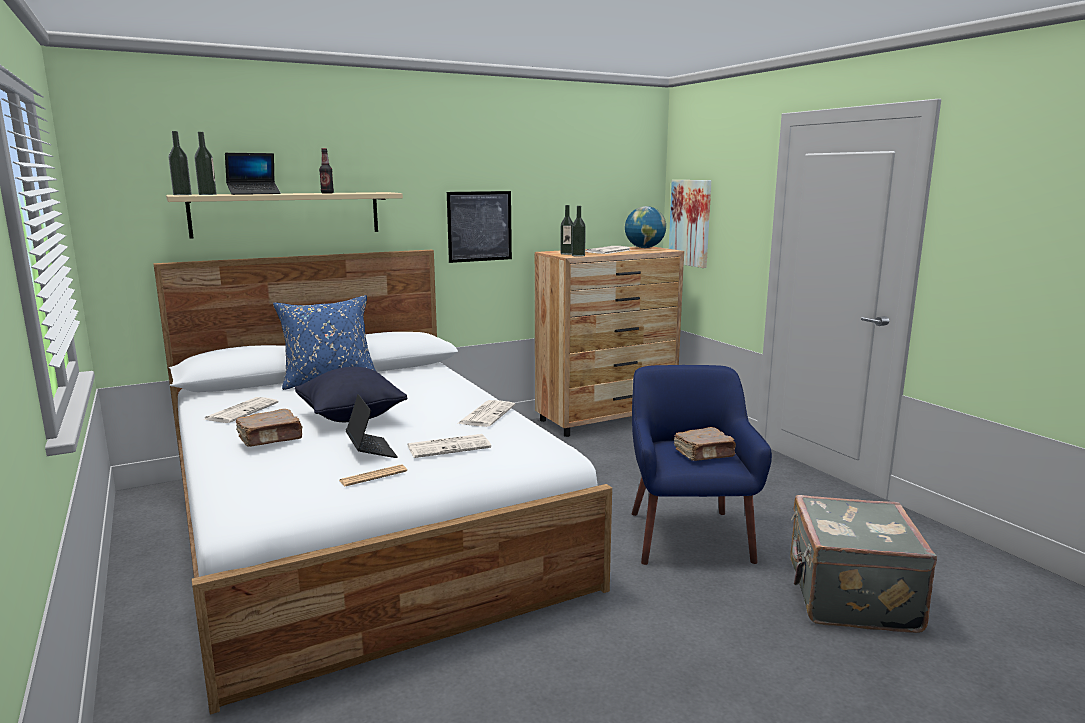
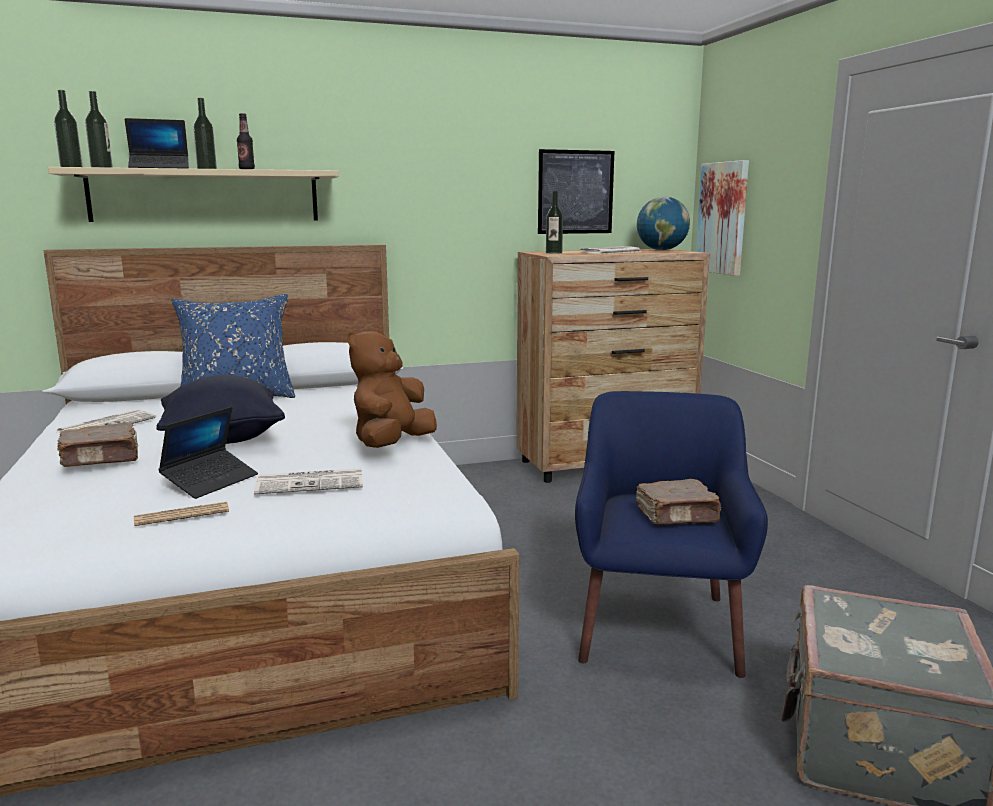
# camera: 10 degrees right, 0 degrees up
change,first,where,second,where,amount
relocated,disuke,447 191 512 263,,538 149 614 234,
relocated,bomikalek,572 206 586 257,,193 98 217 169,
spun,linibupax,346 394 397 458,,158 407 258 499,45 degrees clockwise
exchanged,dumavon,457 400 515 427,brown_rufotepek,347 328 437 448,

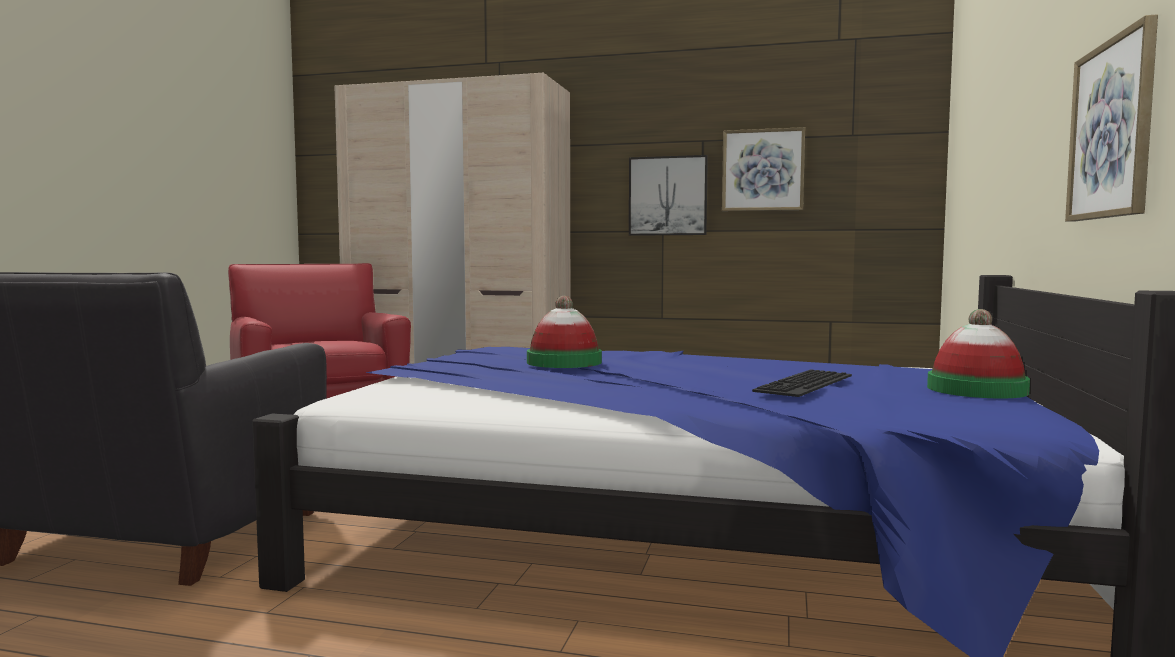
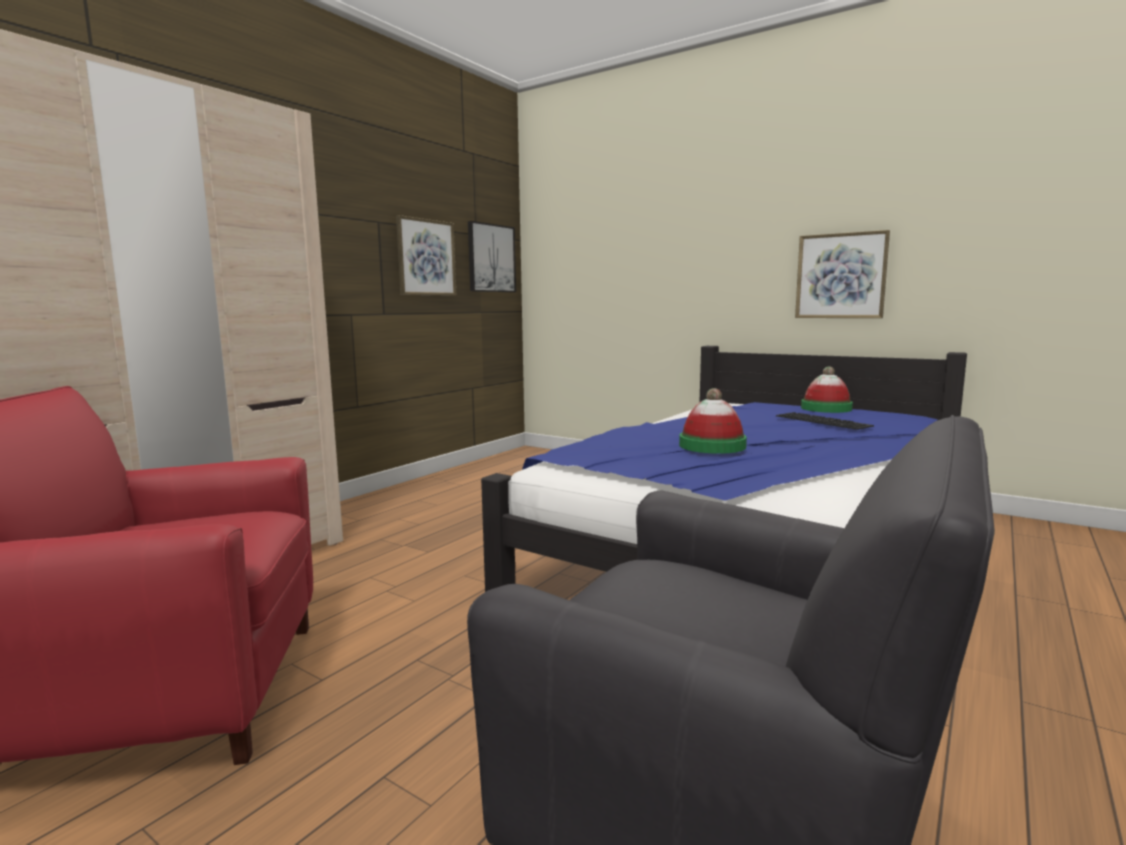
# camera: 70 degrees left, 5 degrees up
change,first,where,second,where,amount
relocated,disuke,629 155 708 236,,468 221 516 292,

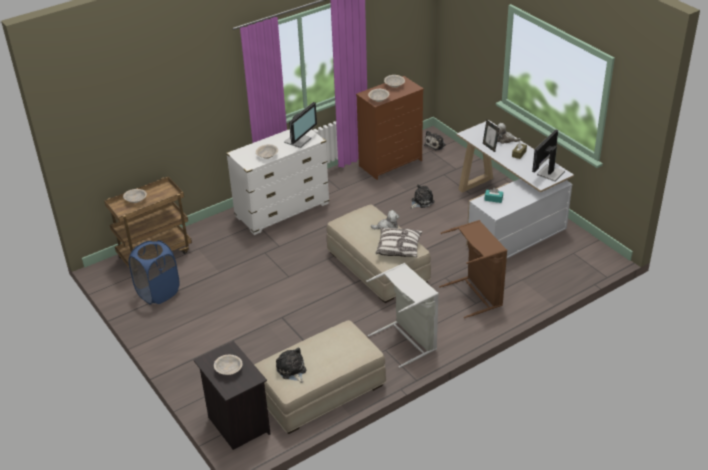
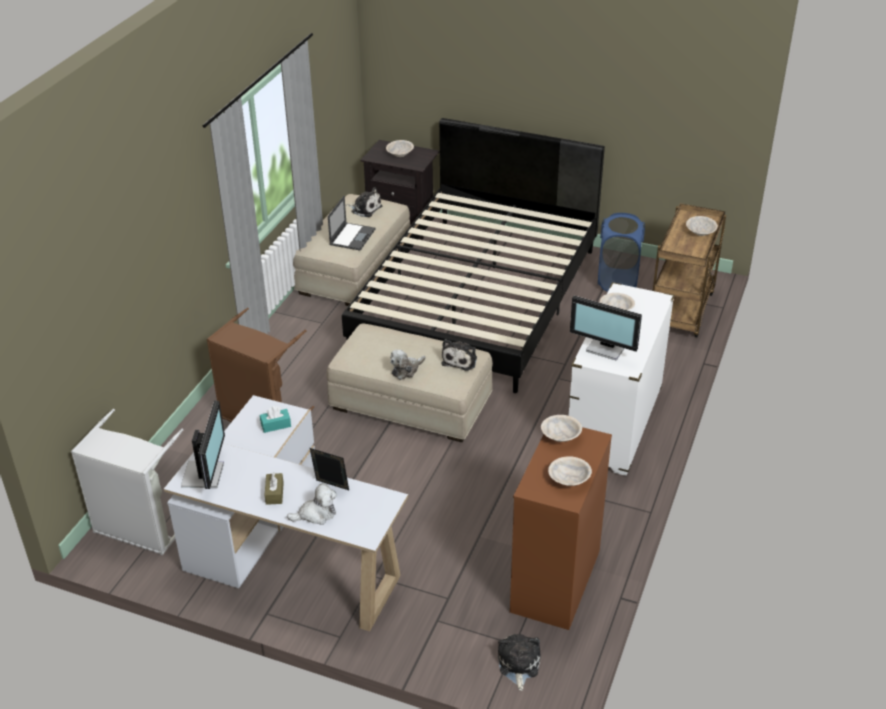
# camera: 145 degrees right, 0 degrees up
change,first,where,second,where,amount
spun,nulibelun,284 102 317 148,,570 296 642 361,60 degrees counterclockwise
relocated,rufotepek,411 184 435 209,,441 339 477 371,
missing,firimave,376 227 423 257,,,
relocated,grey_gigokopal,366 263 439 368,,71 409 183 555,
appeared,,,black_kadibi,342 118 605 393,
appeared,,,linibupax,328 195 375 251,

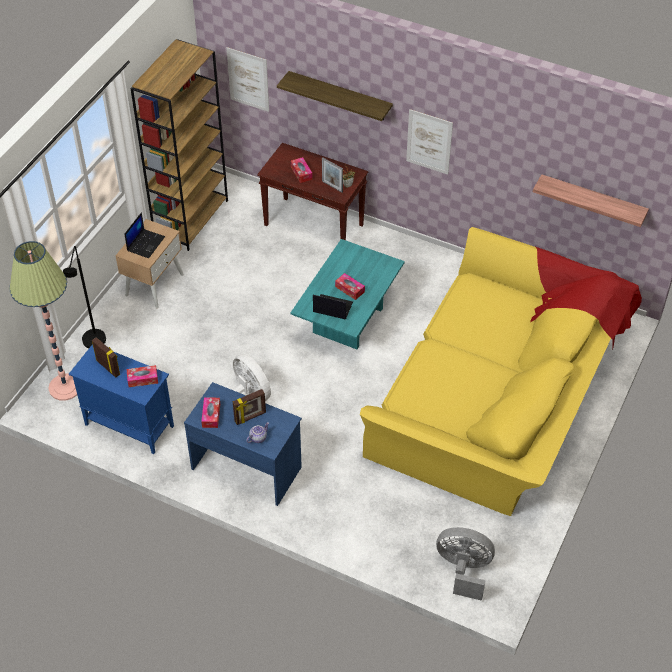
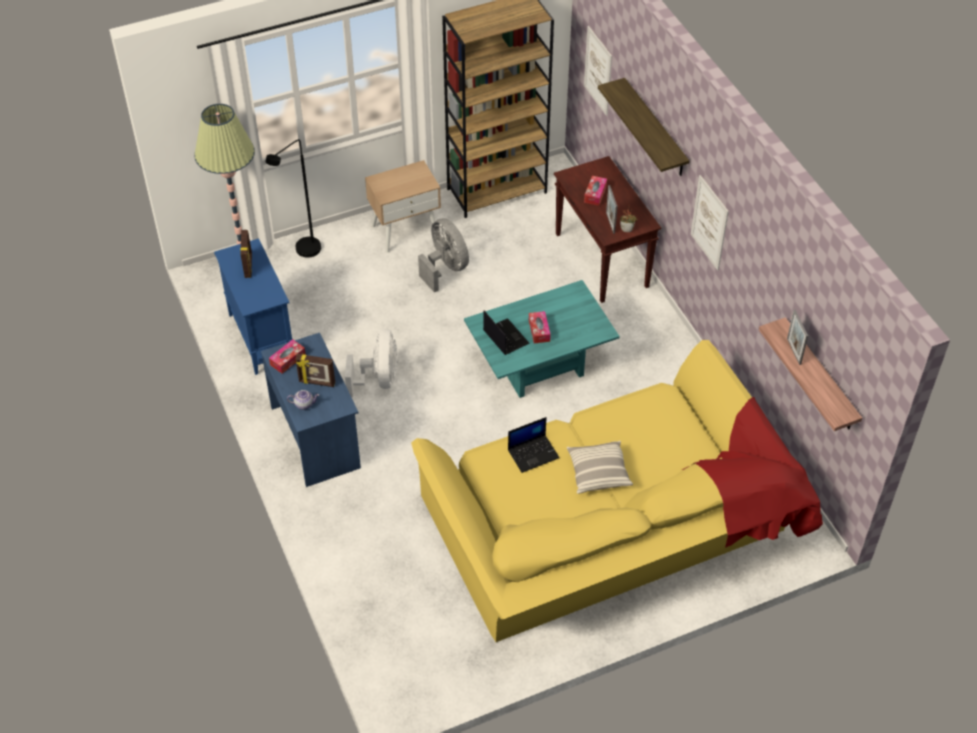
# camera: 40 degrees right, 0 degrees up
change,first,where,second,where,amount
relocated,linibupax,124 212 165 258,,508 417 559 473,
missing,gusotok,127 365 158 387,,,
relocated,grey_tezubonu,436 527 495 601,,418 218 469 292,
appeared,,,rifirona,787 310 808 365,
appeared,,,firimave,567 441 633 494,

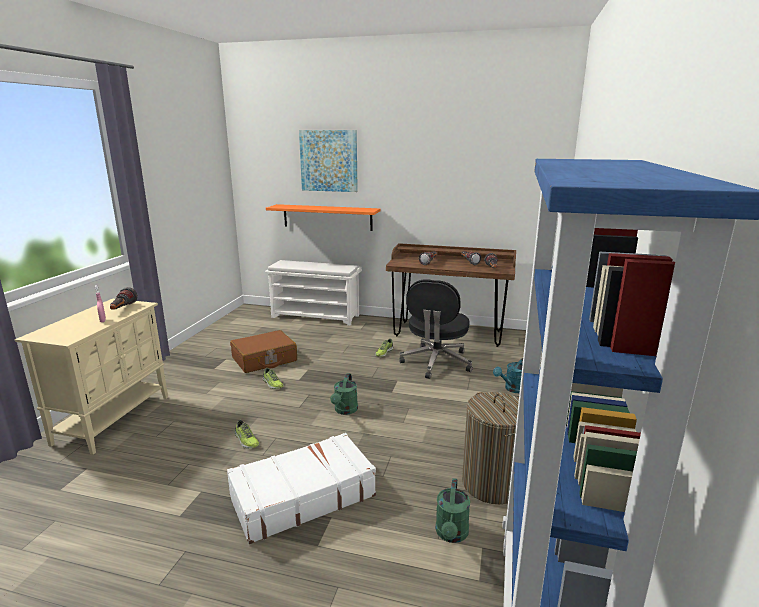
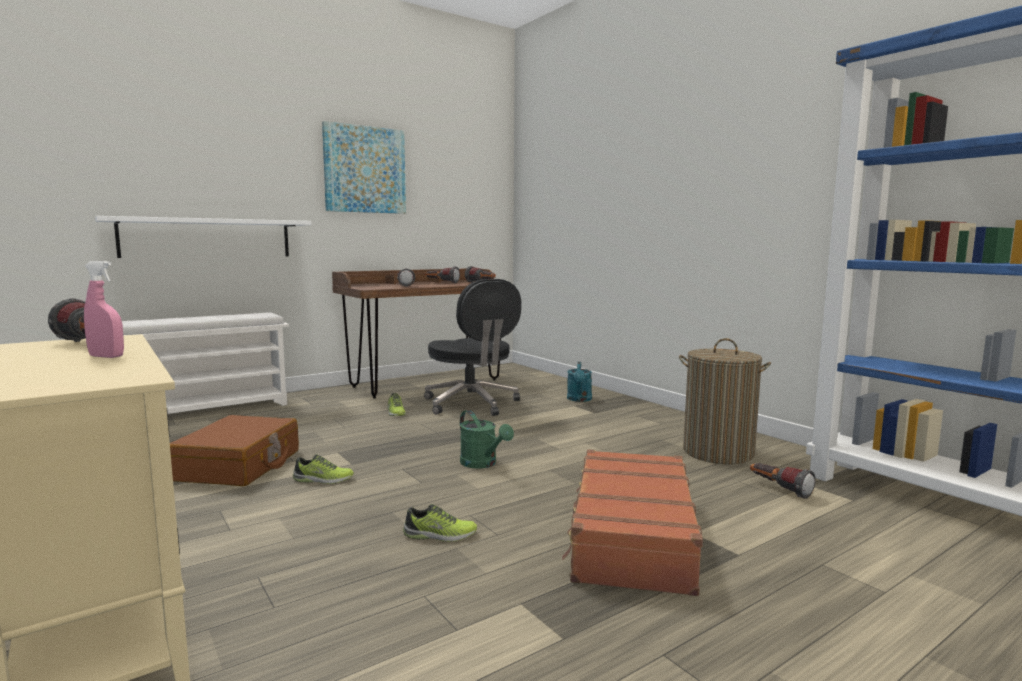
# camera: 50 degrees left, 10 degrees down
change,first,where,second,where,amount
relocated,disuke,299 130 358 192,,322 121 406 214,
colour,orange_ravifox,266 204 381 231,white_ravifox,95 216 311 258,
colour,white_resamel,227 433 376 544,brown_resamel,562 450 703 596,
exchanged,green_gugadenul,435 478 470 543,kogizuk,750 463 816 499,

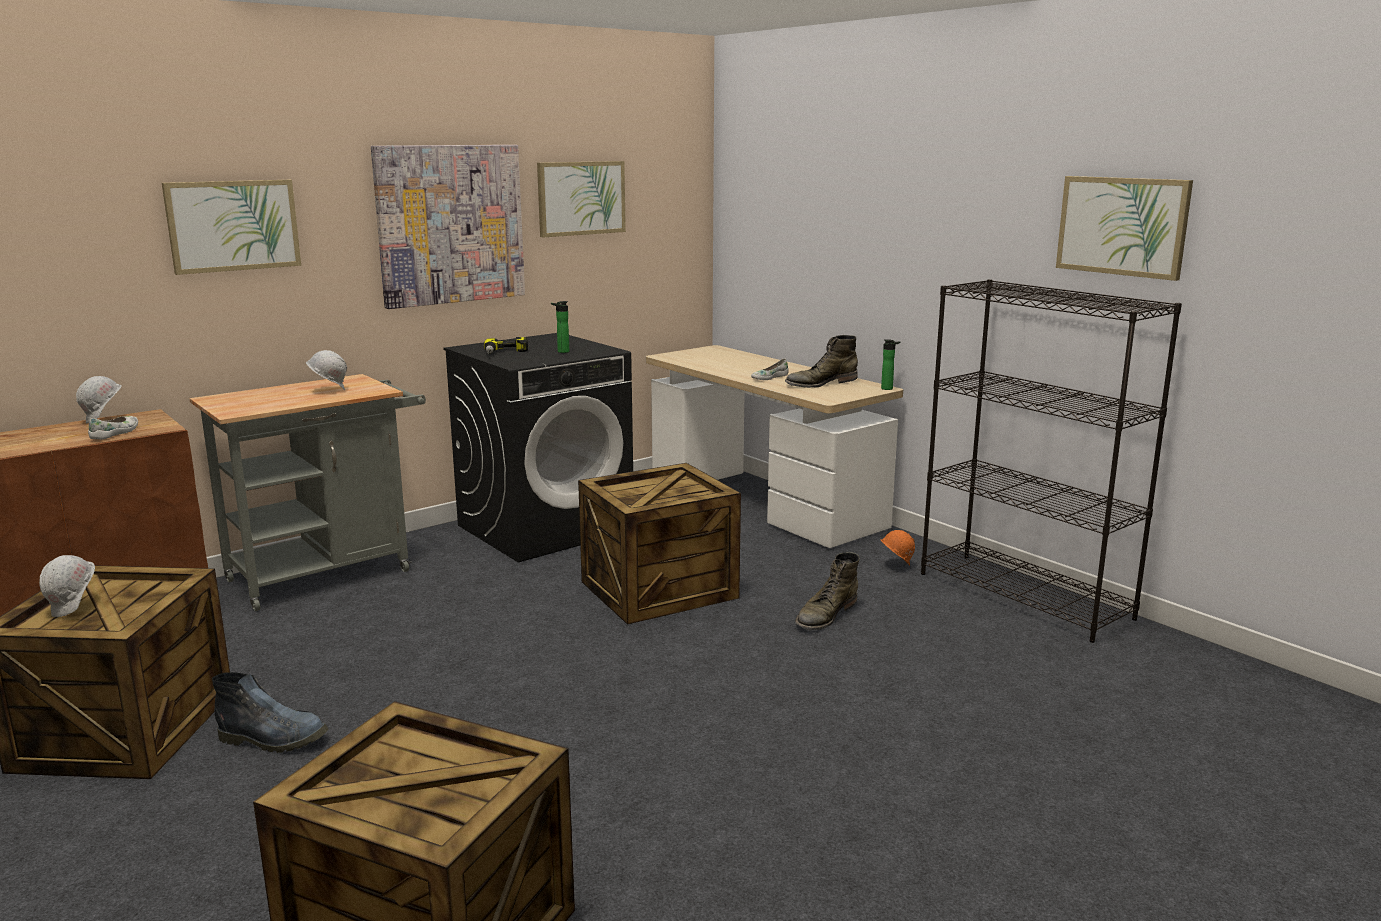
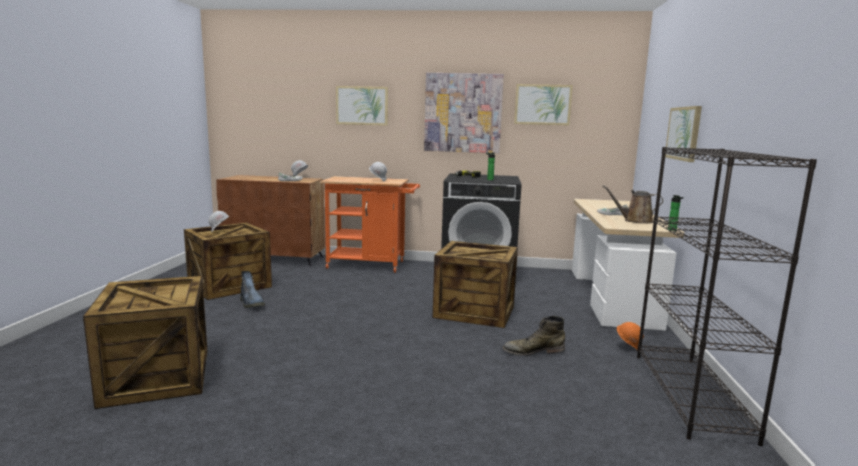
# camera: 45 degrees right, 5 degrees down
change,first,where,second,where,amount
relocated,disuke,1056 176 1193 281,,665 106 702 162,
exchanged,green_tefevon,785 335 858 388,brown_gugadenul,602 185 663 224,
colour,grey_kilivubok,189 374 426 611,orange_kilivubok,320 176 420 273,

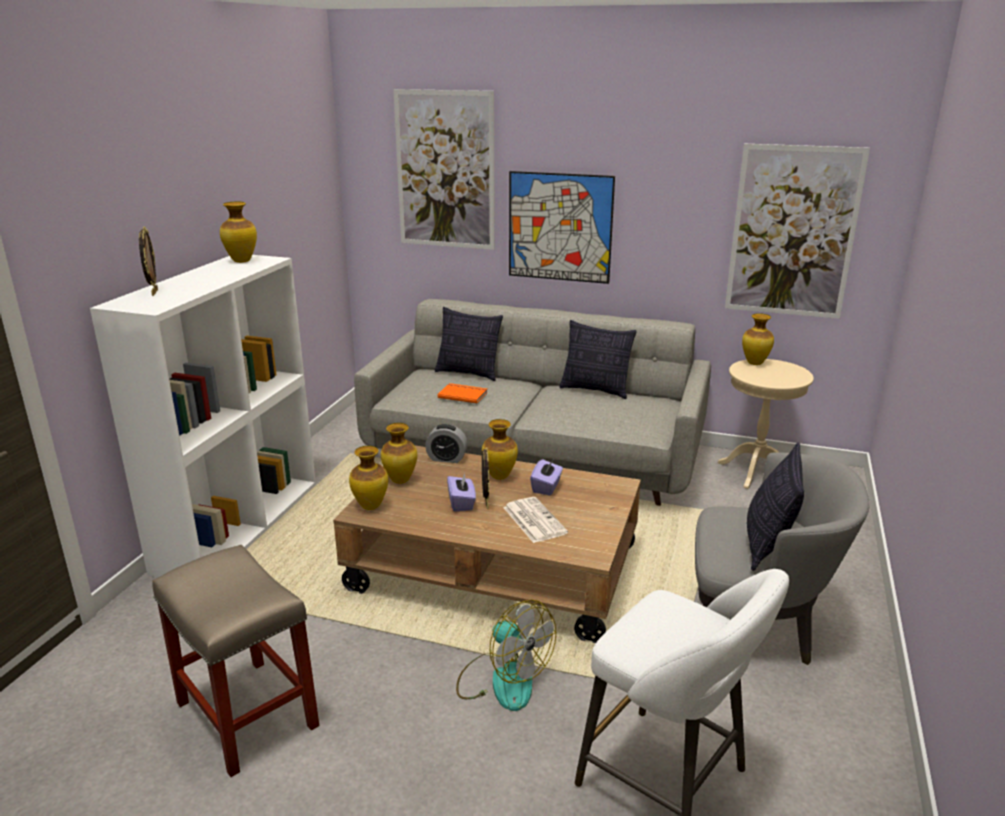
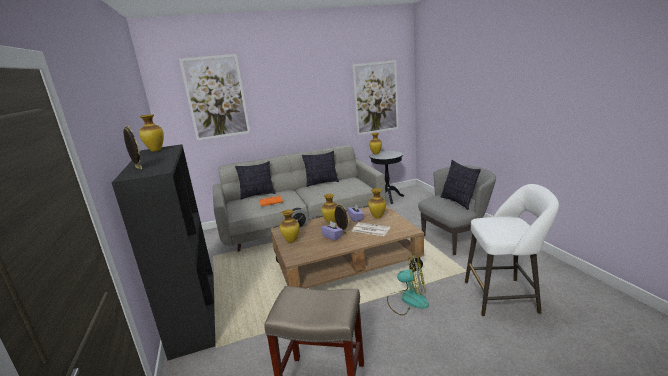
# camera: 35 degrees left, 5 degrees down
change,first,where,second,where,amount
missing,disuke,509 171 615 284,,,
colour,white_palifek,90 255 316 578,black_palifek,112 144 216 361,
colour,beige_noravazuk,718 359 814 489,black_noravazuk,369 151 404 204,
relocated,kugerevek,349 446 388 510,,368 188 386 218,

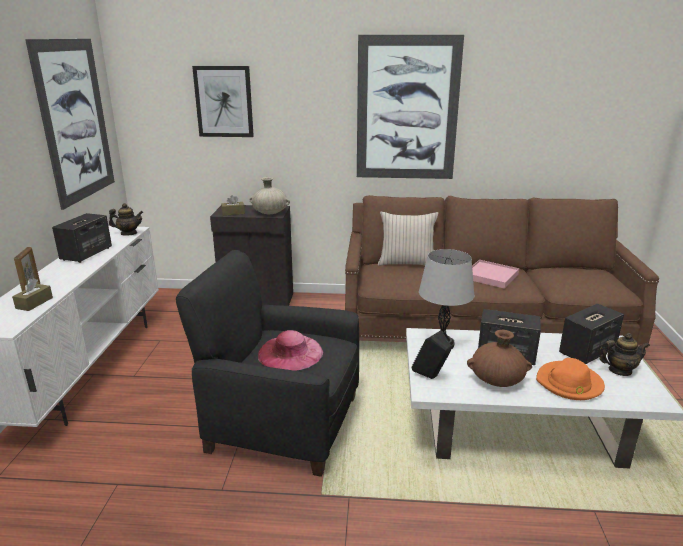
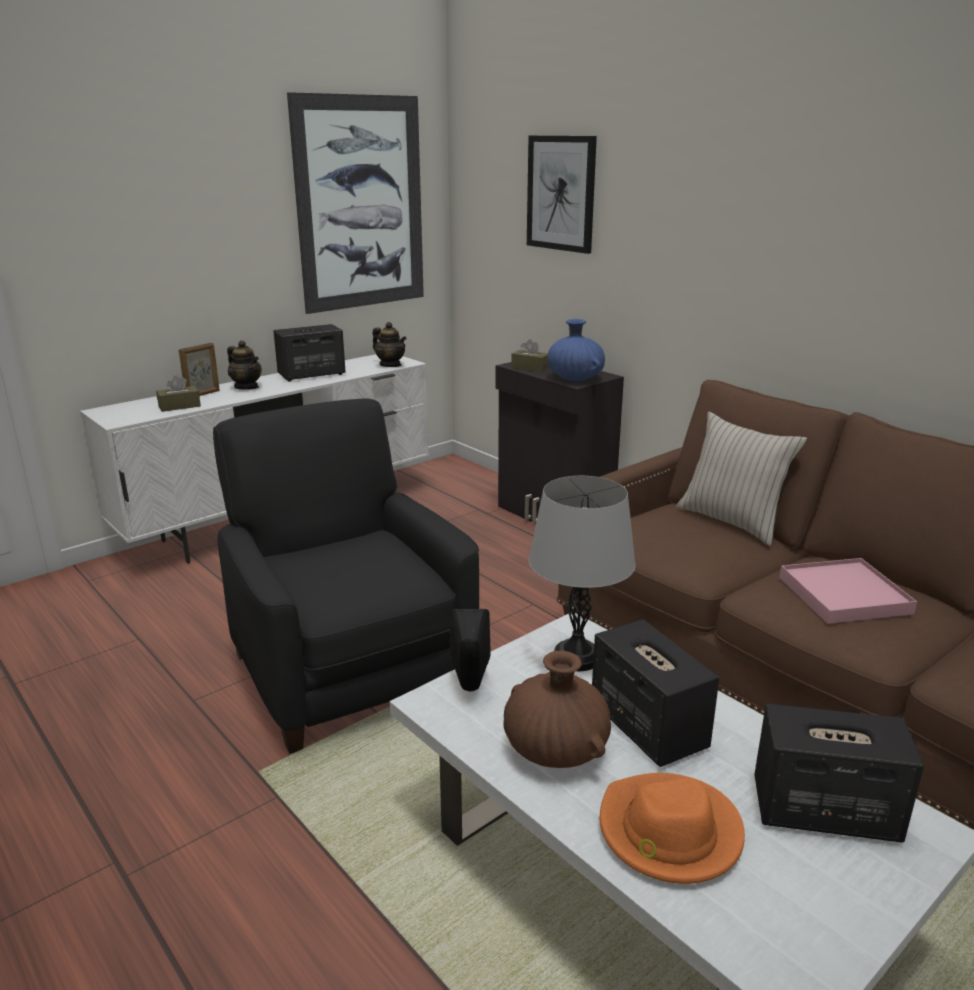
# camera: 45 degrees right, 0 degrees up
change,first,where,second,where,amount
missing,disuke,357 35 464 179,,,
colour,beige_kugerevek,249 177 290 215,blue_kugerevek,547 319 605 381,
missing,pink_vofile,258 330 323 371,,,
relocated,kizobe,600 333 650 376,,227 340 262 390,

